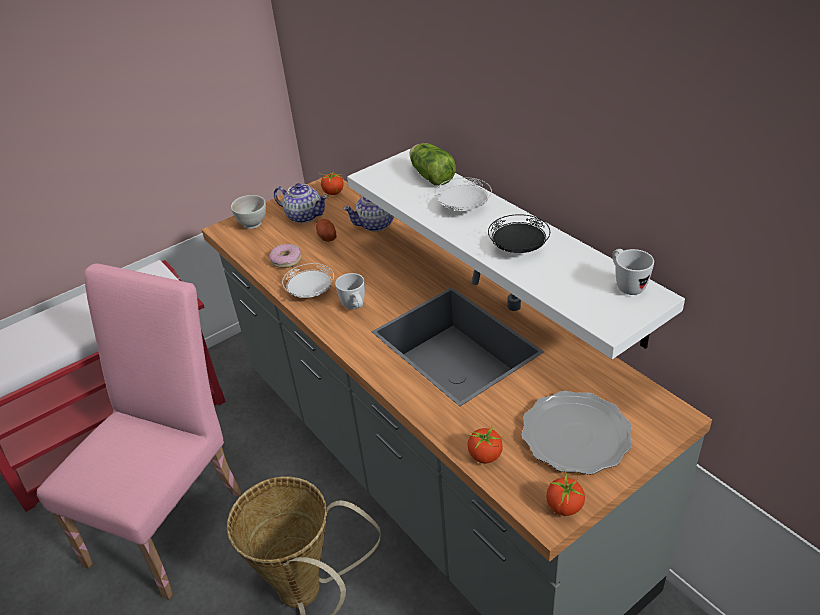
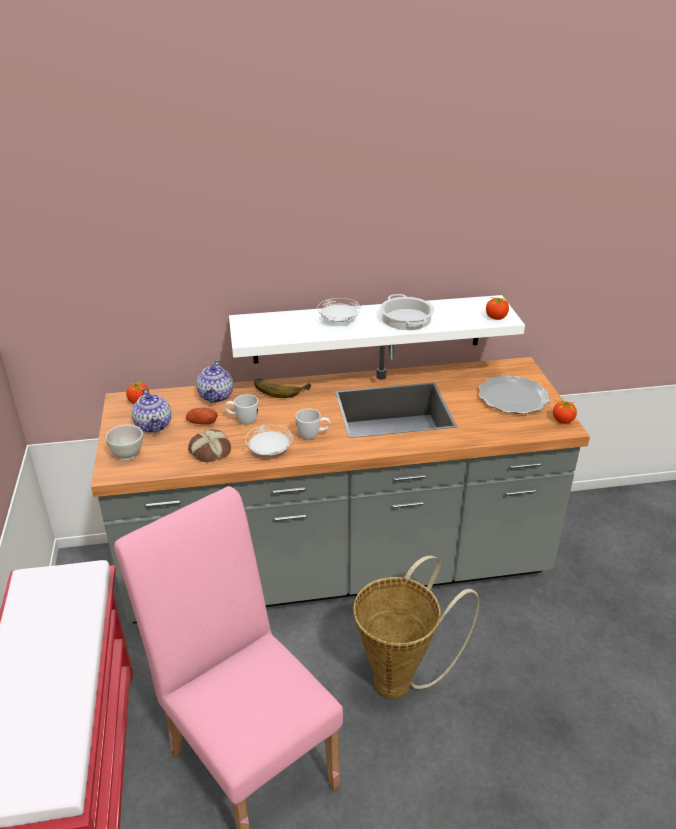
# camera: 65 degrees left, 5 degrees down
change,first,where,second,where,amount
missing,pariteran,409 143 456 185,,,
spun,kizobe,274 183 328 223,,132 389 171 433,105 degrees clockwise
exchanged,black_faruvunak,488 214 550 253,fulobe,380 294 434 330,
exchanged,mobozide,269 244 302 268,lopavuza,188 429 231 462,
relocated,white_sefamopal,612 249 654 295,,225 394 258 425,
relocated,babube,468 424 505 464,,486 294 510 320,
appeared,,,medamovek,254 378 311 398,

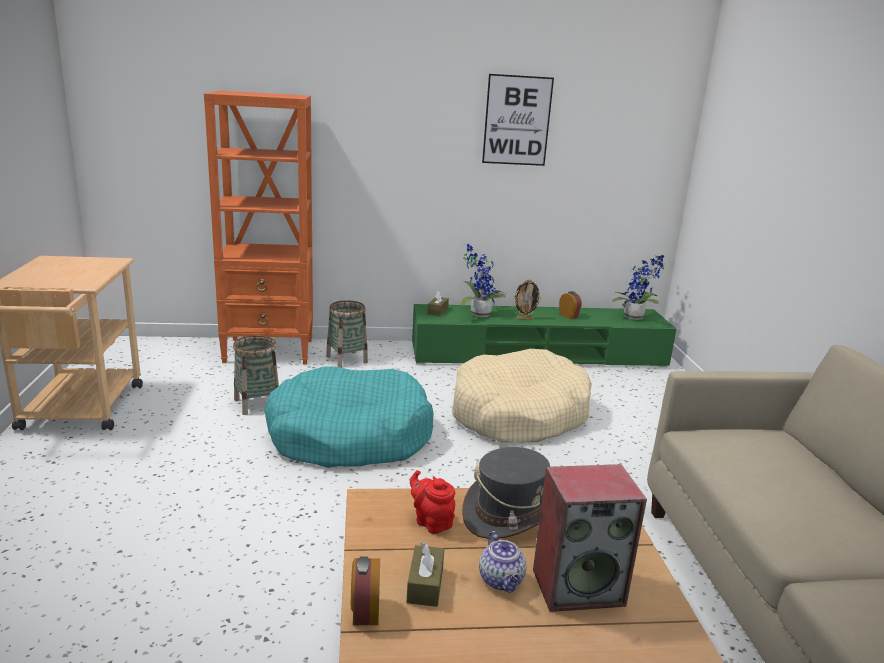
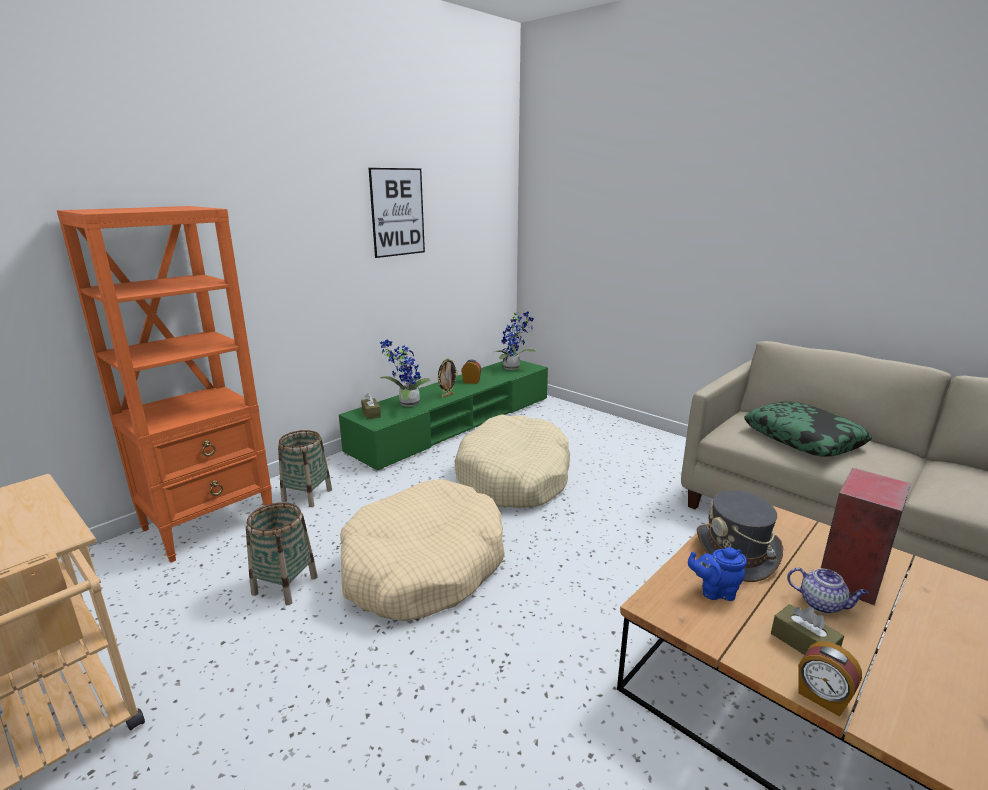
# camera: 40 degrees left, 0 degrees up
change,first,where,second,where,amount
colour,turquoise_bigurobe,264 366 434 468,beige_bigurobe,340 479 505 621,
colour,red_kizobe,410 470 455 534,blue_kizobe,688 547 747 601,
appeared,,,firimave,744 402 872 456,

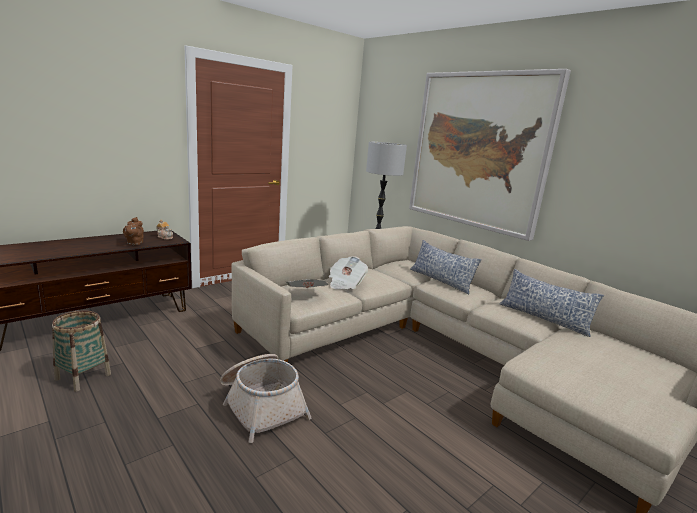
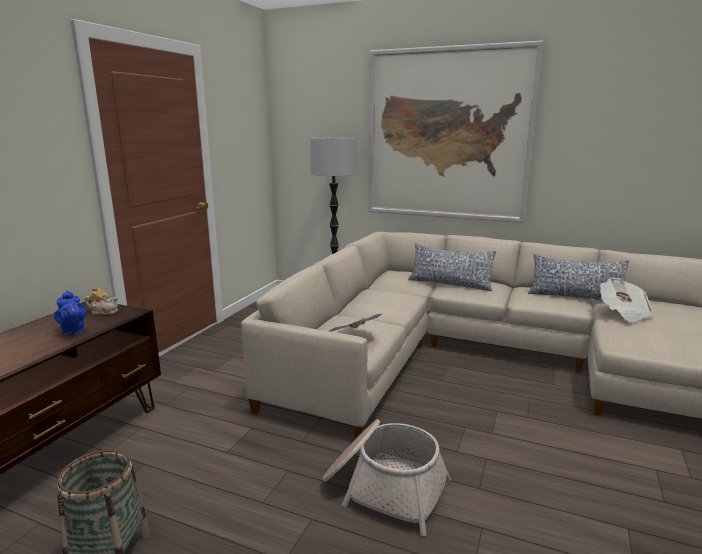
# camera: 25 degrees left, 0 degrees up
change,first,where,second,where,amount
colour,brown_kizobe,123 217 144 245,blue_kizobe,54 291 87 335,
relocated,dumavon,329 256 368 289,,600 278 653 322,

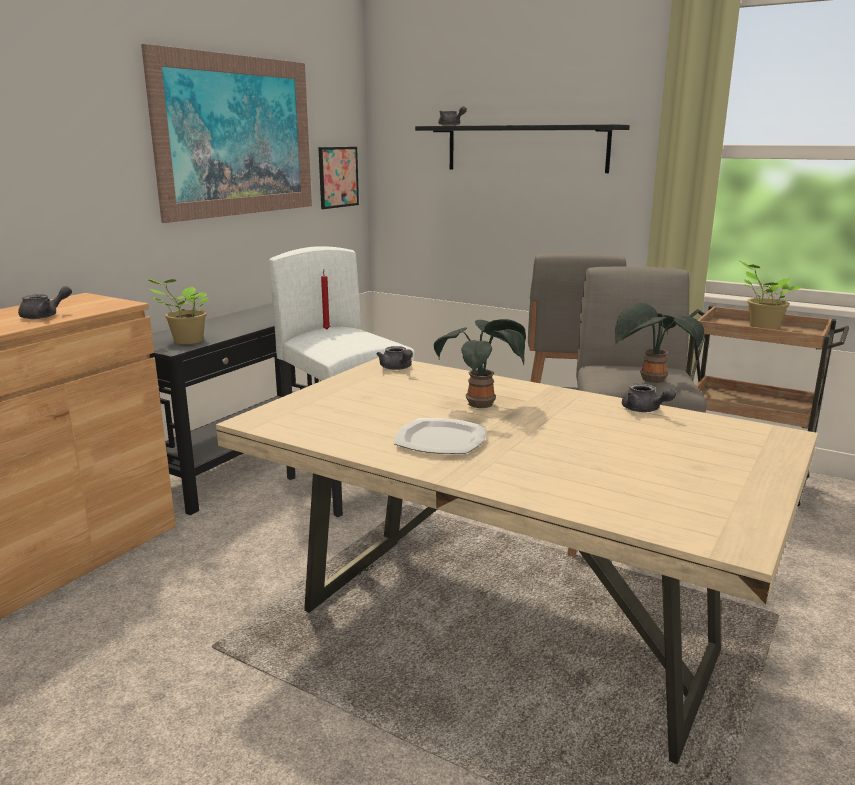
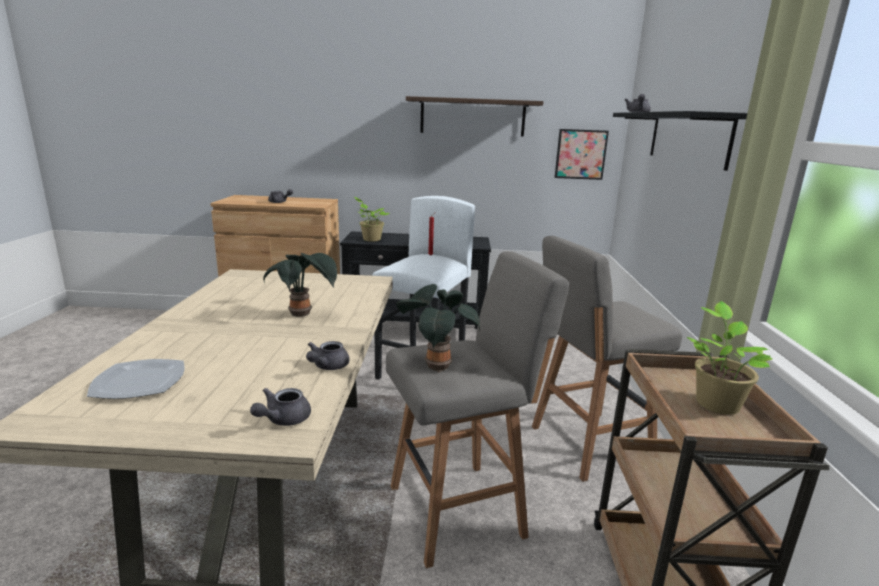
# camera: 60 degrees right, 0 degrees up
change,first,where,second,where,amount
exchanged,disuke,141 44 312 223,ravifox,406 96 544 137,
relocated,grey_kizobe,377 346 413 370,,250 388 311 426,
relocated,faruvunak,394 418 486 454,,87 359 185 399,

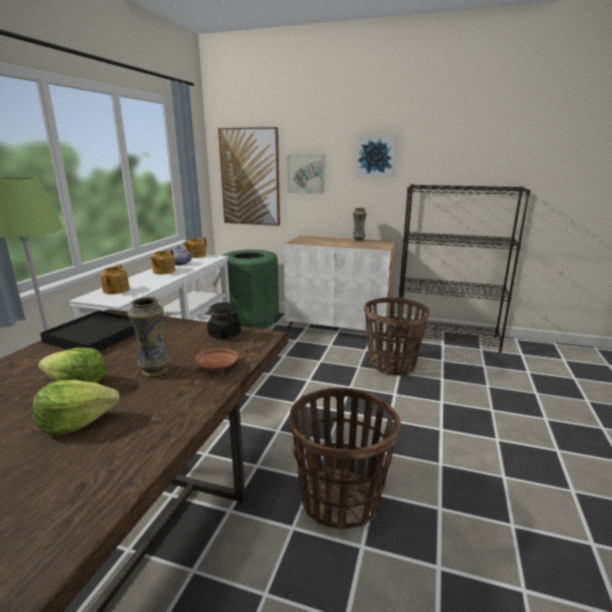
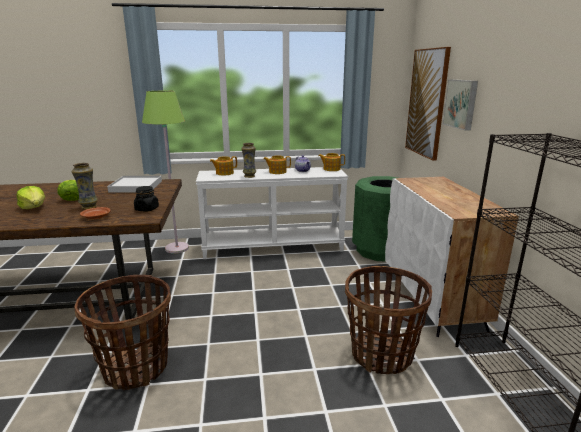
# camera: 65 degrees right, 0 degrees up
change,first,where,second,where,amount
missing,disuke,355 135 398 177,,,
relocated,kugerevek,353 208 367 242,,241 143 256 178,
colour,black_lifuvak,40 311 135 352,white_lifuvak,107 176 162 192,

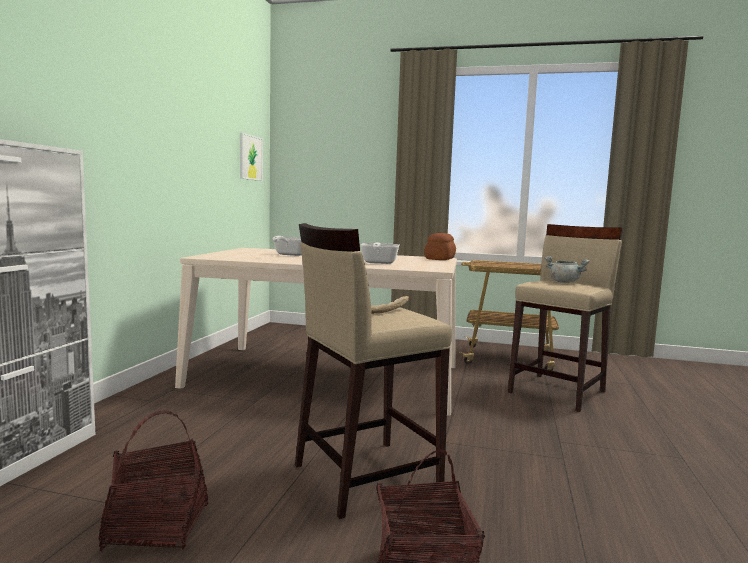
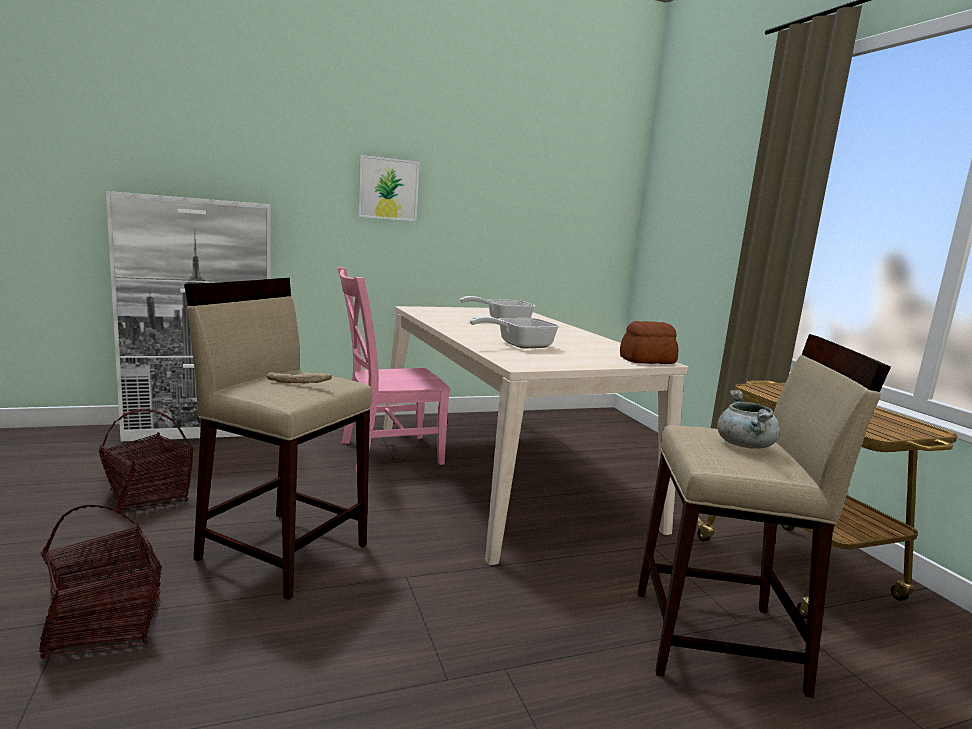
# camera: 55 degrees right, 5 degrees up
change,first,where,second,where,amount
relocated,disuke,240 133 263 181,,358 155 419 221,
appeared,,,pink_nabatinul,338 267 451 471,

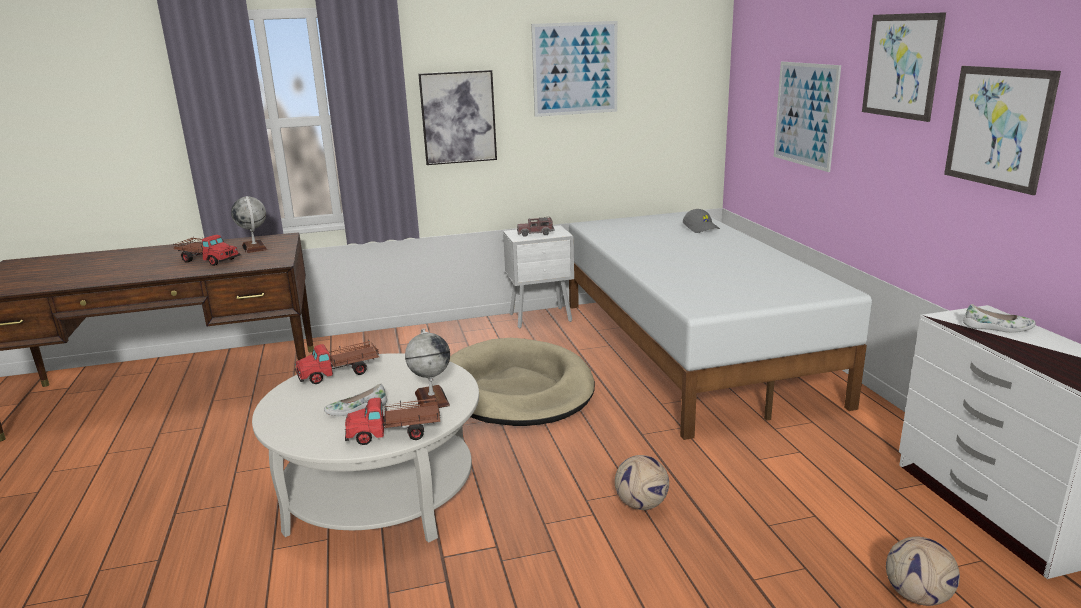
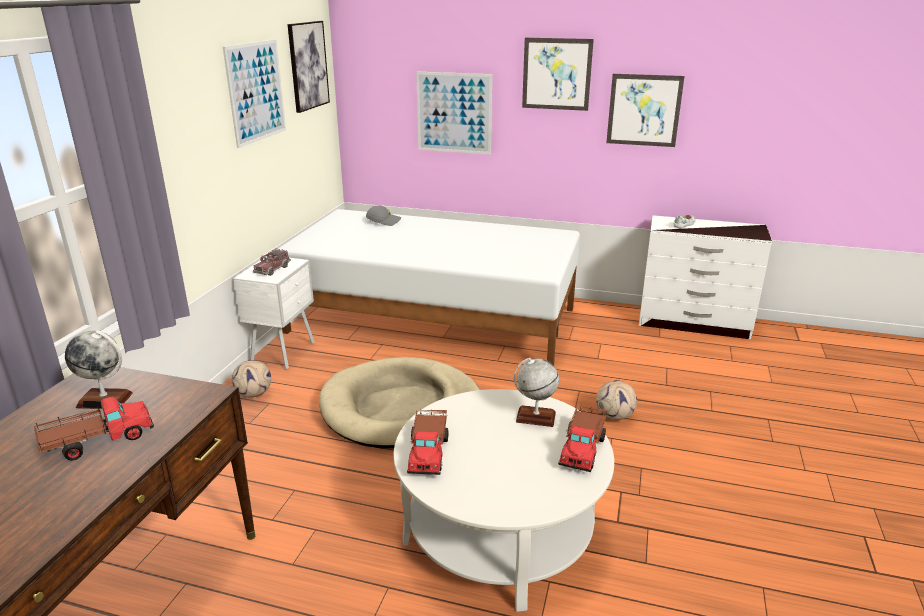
# camera: 60 degrees left, 5 degrees up
change,first,where,second,where,amount
relocated,disuke,418 70 497 165,,287 21 330 113,
missing,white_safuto,324 383 387 416,,,
relocated,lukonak,886 537 960 606,,232 360 271 398,

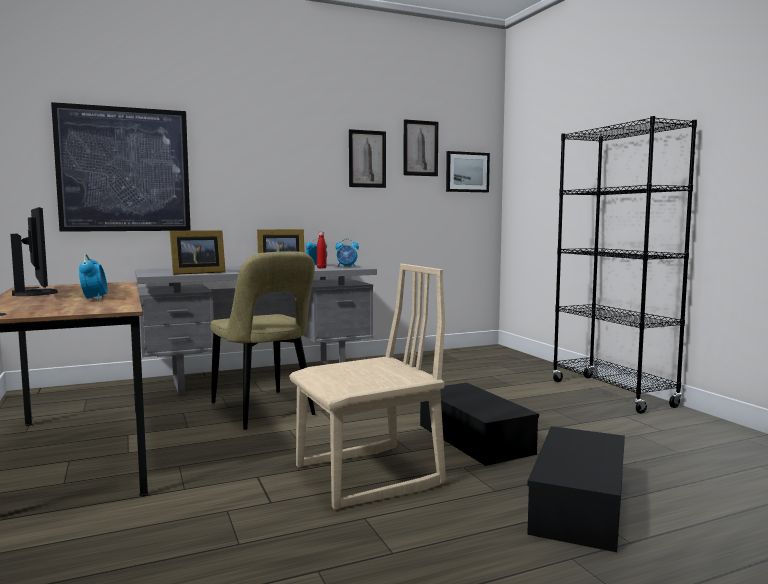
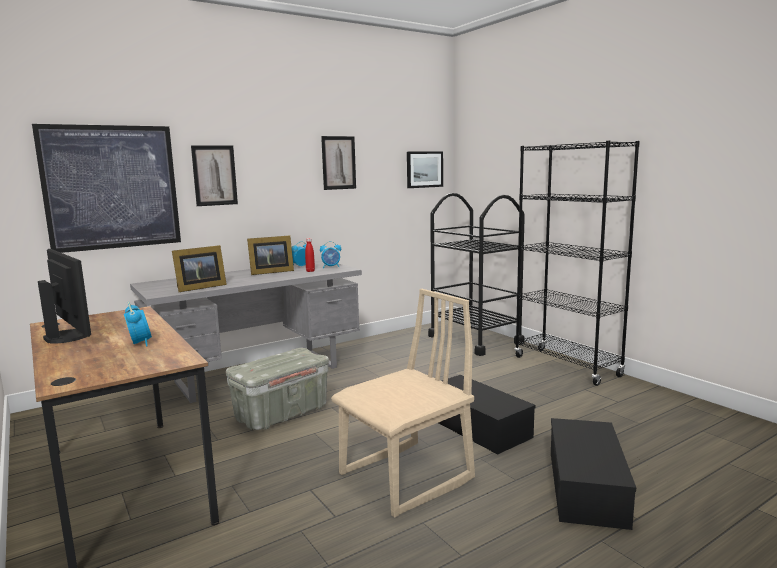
# camera: 10 degrees left, 5 degrees up
change,first,where,second,where,amount
relocated,disuke,403 119 438 176,,191 145 238 206,
exchanged,beige_nabatinul,210 251 315 430,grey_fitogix,226 348 329 430,
appeared,,,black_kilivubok,428 193 525 356,

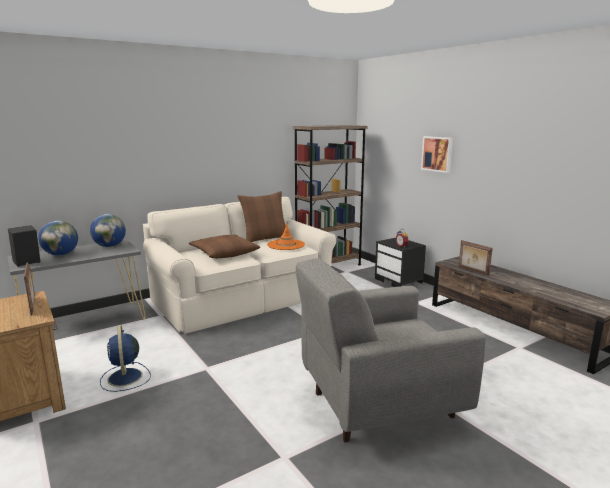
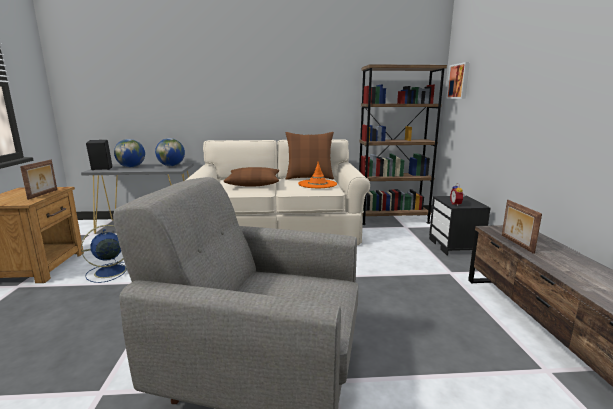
# camera: 30 degrees right, 0 degrees up
change,first,where,second,where,amount
relocated,disuke,421 136 453 173,,446 62 470 99,
spun,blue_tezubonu,100 325 151 392,,81 225 127 283,45 degrees clockwise

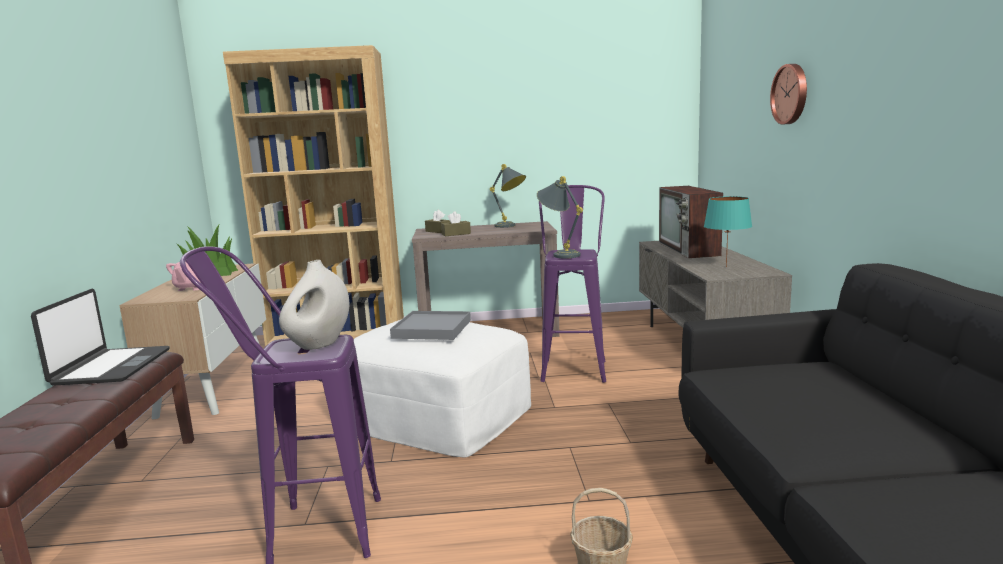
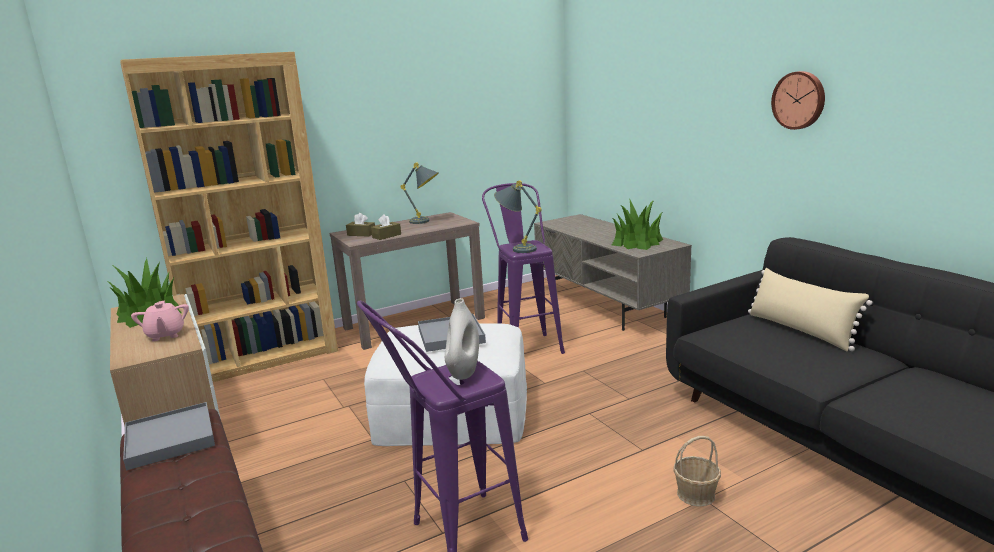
# camera: 25 degrees left, 5 degrees up
change,first,where,second,where,amount
relocated,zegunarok,770 64 807 125,,771 71 825 130,
missing,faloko,659 186 723 258,,,
exchanged,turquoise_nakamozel,704 196 752 267,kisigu,612 198 663 250,
exchanged,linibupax,31 289 170 385,grey_lifuvak,123 402 215 471,
appeared,,,beige_firimave,748 268 872 351,

